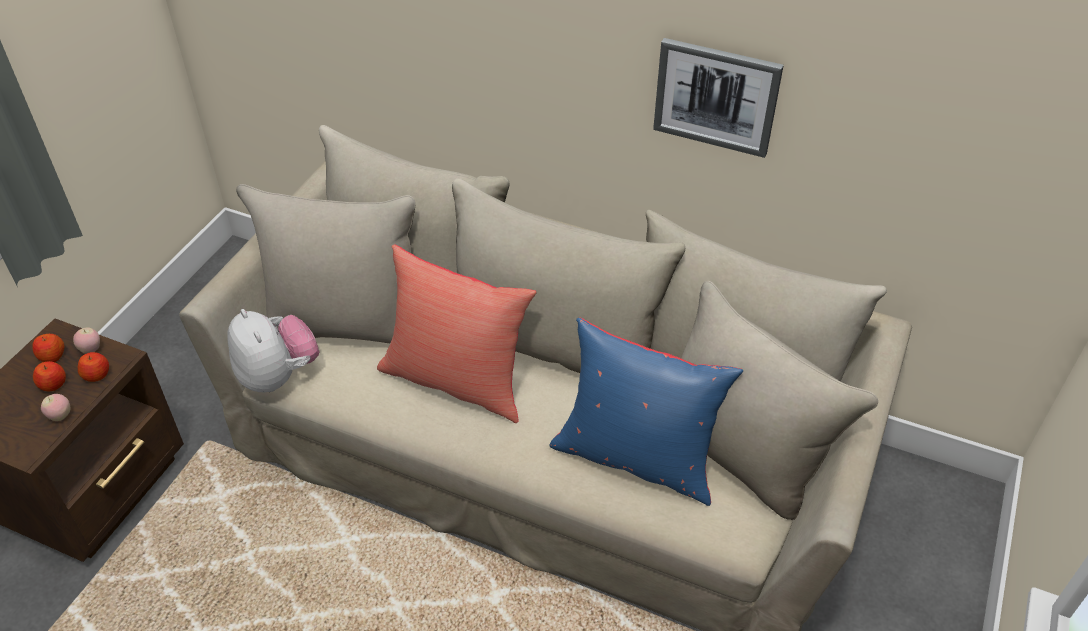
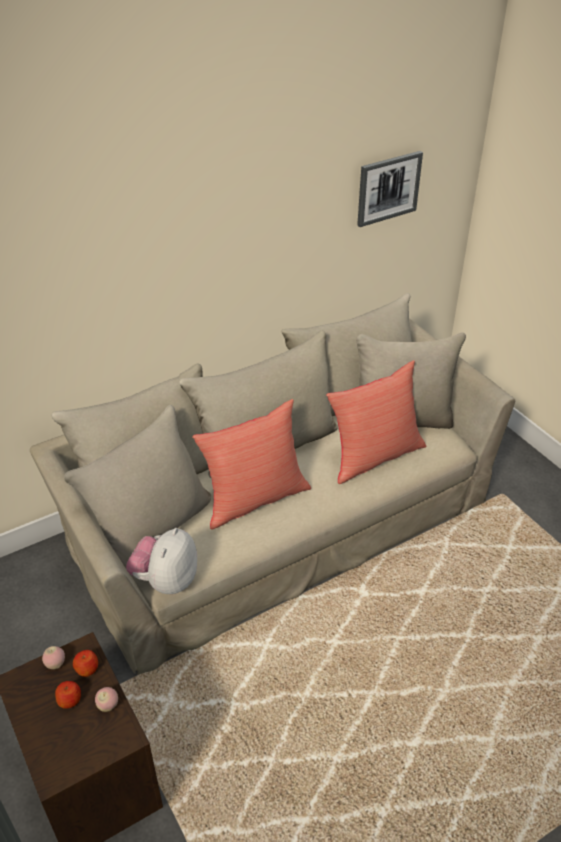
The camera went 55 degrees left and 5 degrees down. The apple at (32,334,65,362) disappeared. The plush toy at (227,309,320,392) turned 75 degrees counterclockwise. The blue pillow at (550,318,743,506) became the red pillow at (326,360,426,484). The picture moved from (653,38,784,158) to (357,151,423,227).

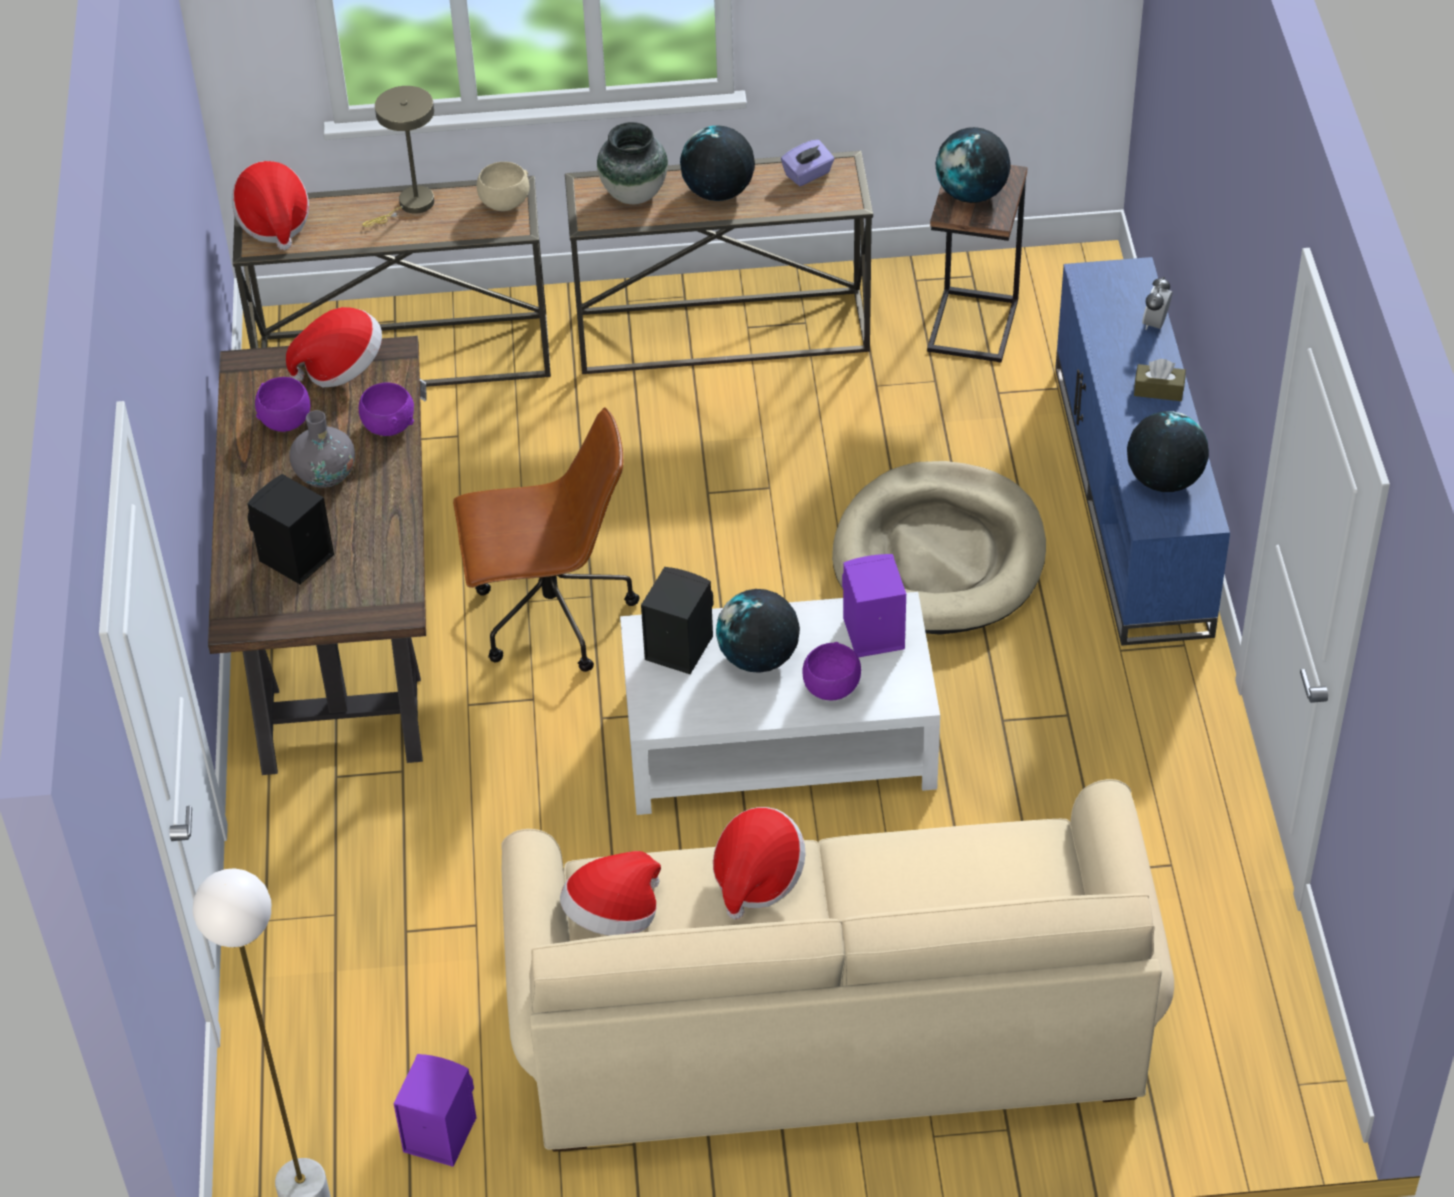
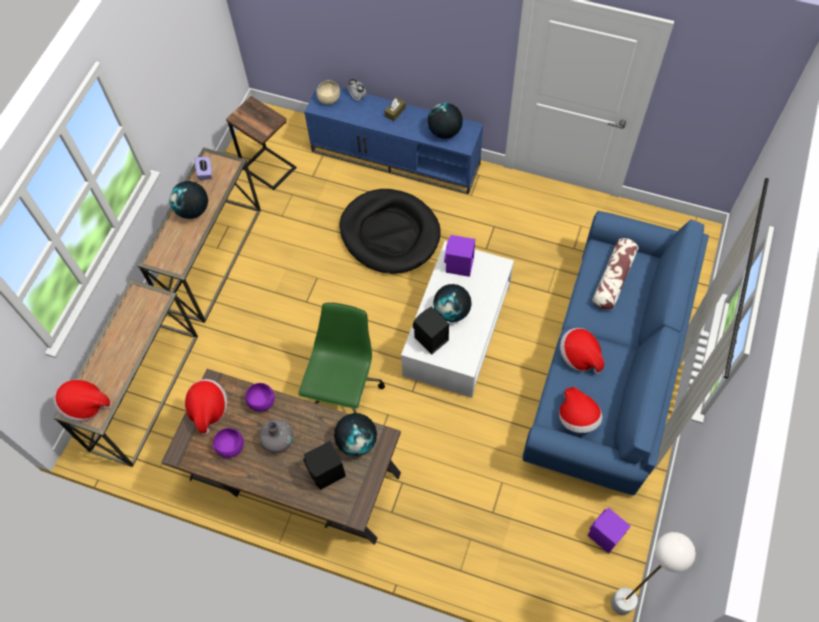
The camera went 65 degrees left and 15 degrees up. The beige table lamp at (362,86,434,227) disappeared. The brown office chair at (453,407,640,672) became the green office chair at (298,302,385,413). The beige bowl moved from (477,162,529,211) to (316,80,340,104). The beige sofa at (501,779,1174,1152) became the blue sofa at (522,211,709,496). The vase at (597,122,668,204) disappeared. The purple bowl at (803,642,861,700) disappeared. The beige dog bed at (832,461,1046,635) became the black dog bed at (339,189,441,274). The globe moved from (935,127,1011,203) to (334,413,377,456). The pillow at (592,238,638,310) appeared.

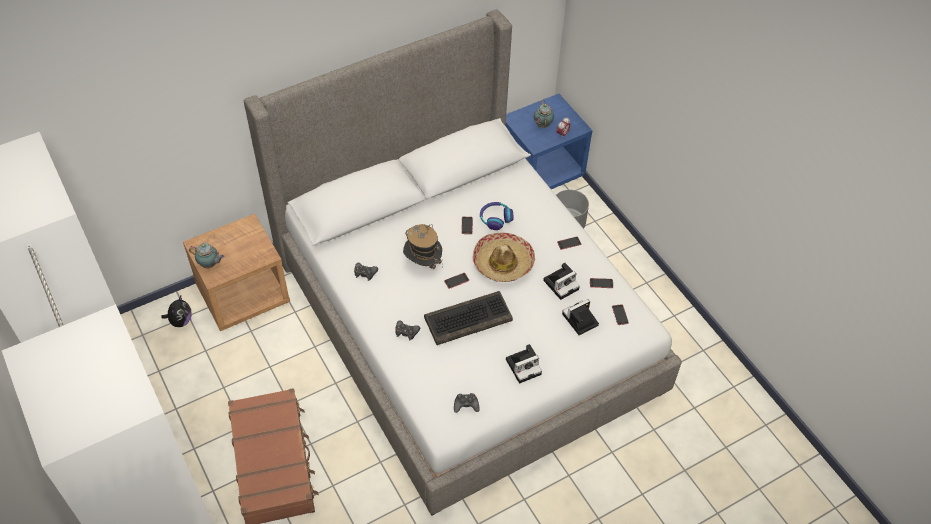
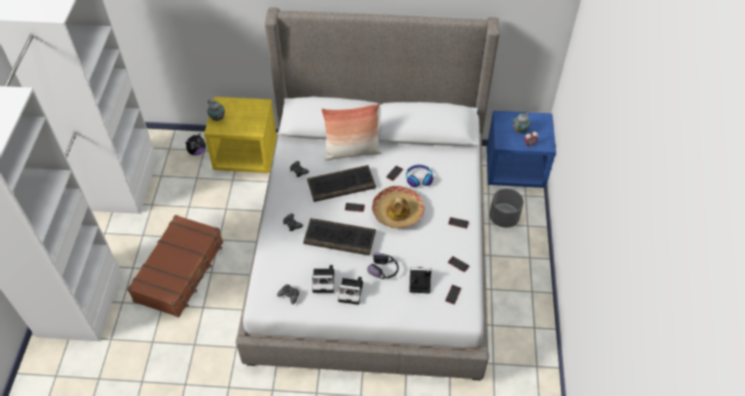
The camera went 35 degrees right and 0 degrees up. The brown nightstand at (183,214,290,331) became the yellow nightstand at (204,97,277,173). The hat at (403,224,442,269) was replaced by the keyboard at (307,165,376,202). The photo camera moved from (543,263,580,300) to (312,265,334,293). The pillow at (321,104,382,161) appeared. The headphones at (367,252,399,279) appeared.

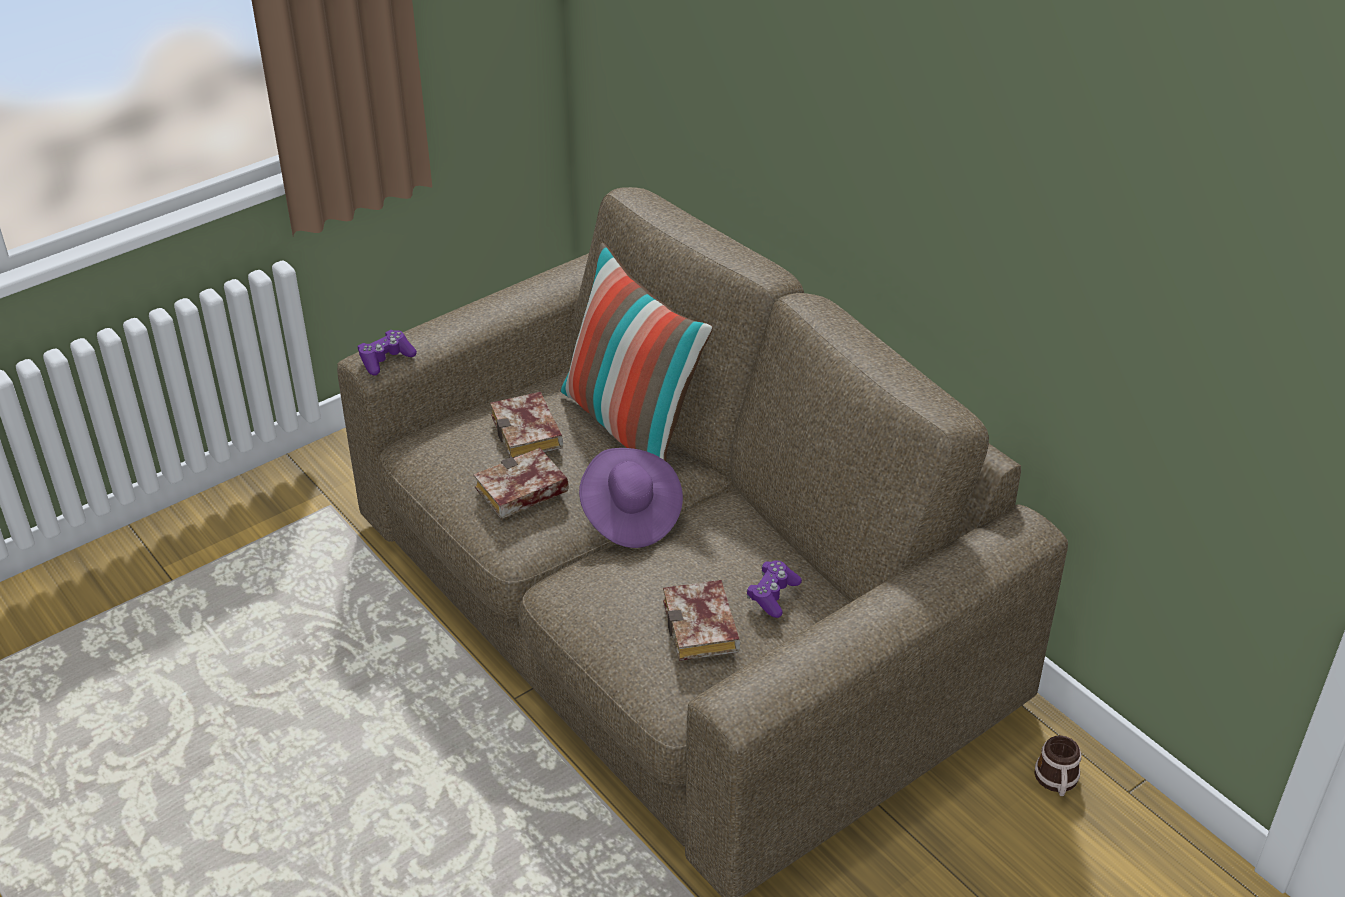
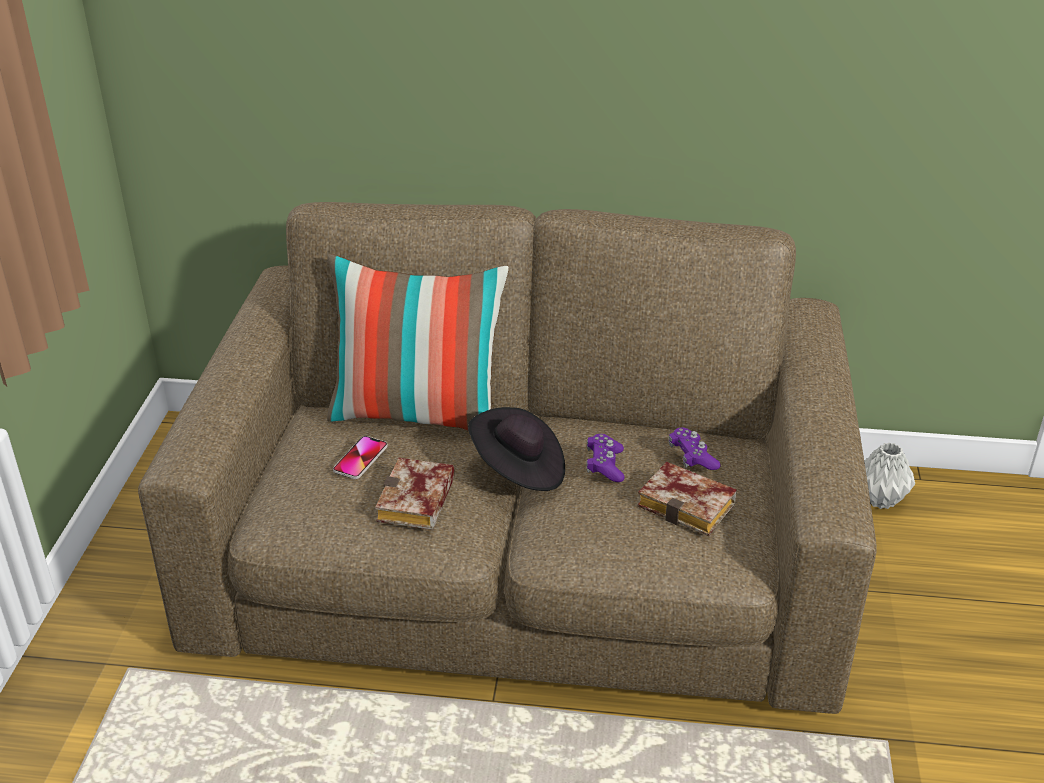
The camera went 45 degrees left and 5 degrees down. The purple game controller moved from (358,330,417,376) to (586,434,625,482). The book at (490,392,563,458) was replaced by the phone at (333,436,388,479). The purple hat at (579,448,683,548) became the black hat at (468,407,565,491). The mug at (1034,736,1081,796) was replaced by the grey vase at (864,442,915,509).

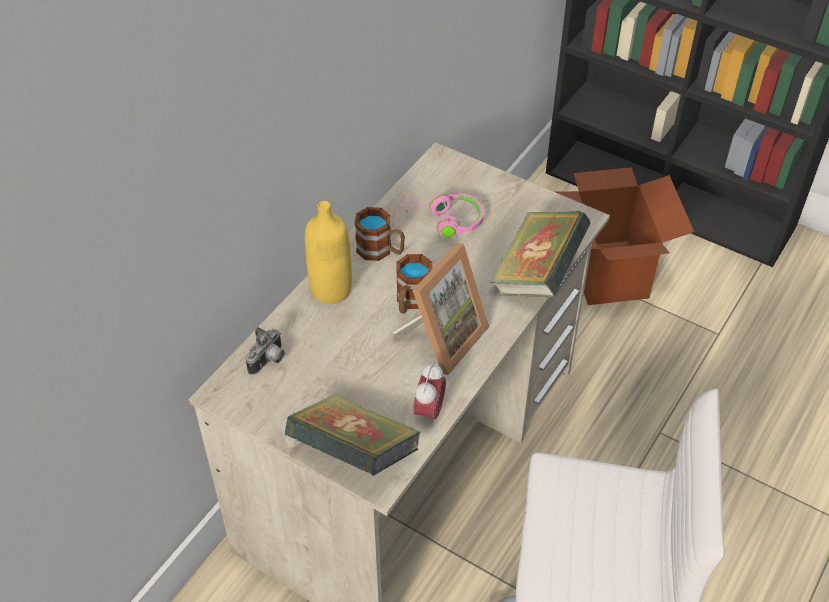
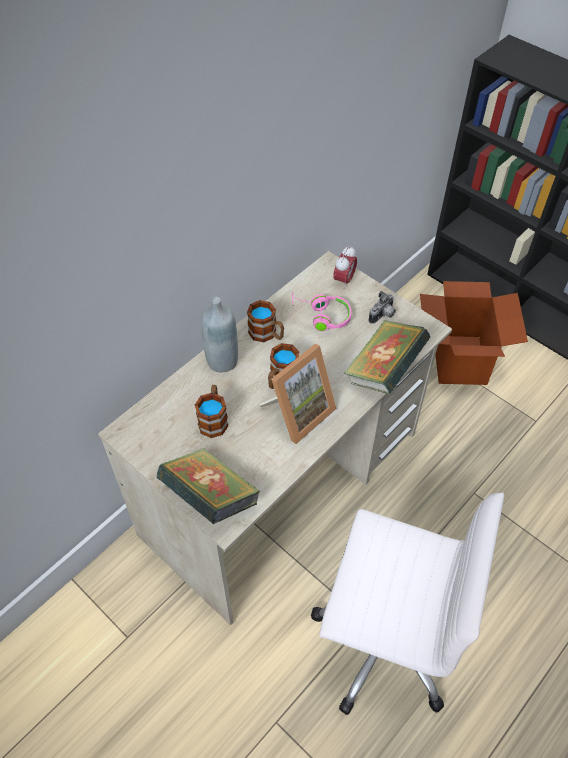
The camera went 10 degrees right and 5 degrees up. The photo camera moved from (245,327,285,375) to (368,291,396,324). The yellow bottle at (305,201,352,304) became the grey bottle at (201,297,238,372). The alarm clock moved from (414,362,446,426) to (333,246,357,289). The mug at (195,385,228,438) appeared.

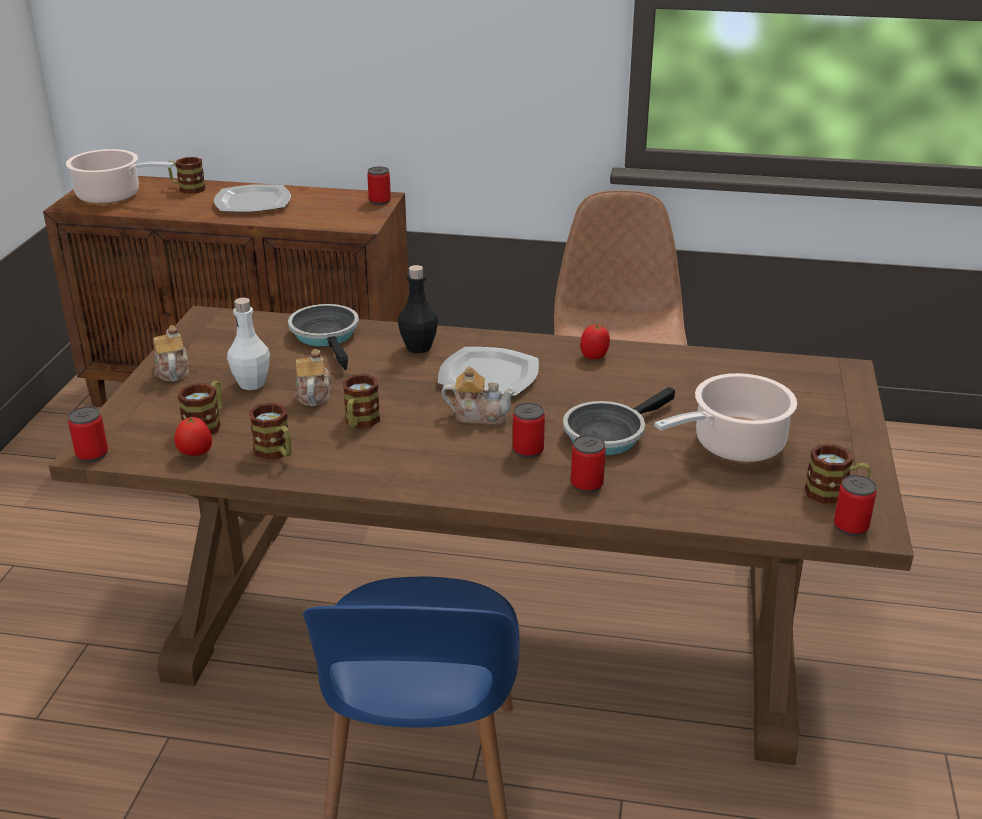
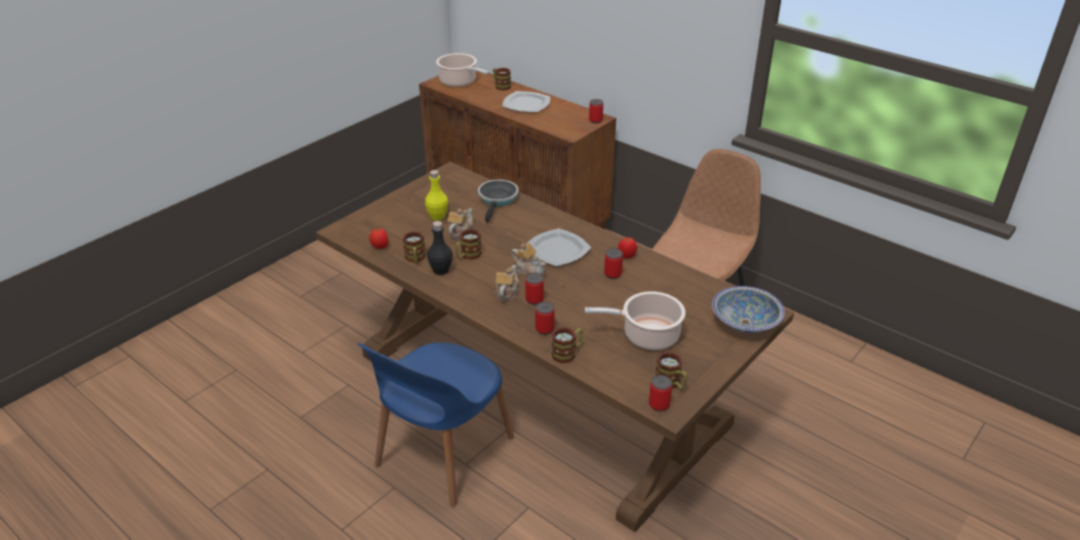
The camera went 30 degrees right and 5 degrees up. The can moved from (68,407,108,462) to (604,248,623,279). The teapot moved from (153,325,189,381) to (495,265,520,302). The mug moved from (177,381,222,435) to (552,327,583,364). The white bottle at (227,298,270,390) became the yellow bottle at (425,170,448,221). The black bottle moved from (398,265,438,353) to (427,221,453,275). The frying pan at (563,387,675,455) disappeared. The bowl at (712,286,785,333) appeared.

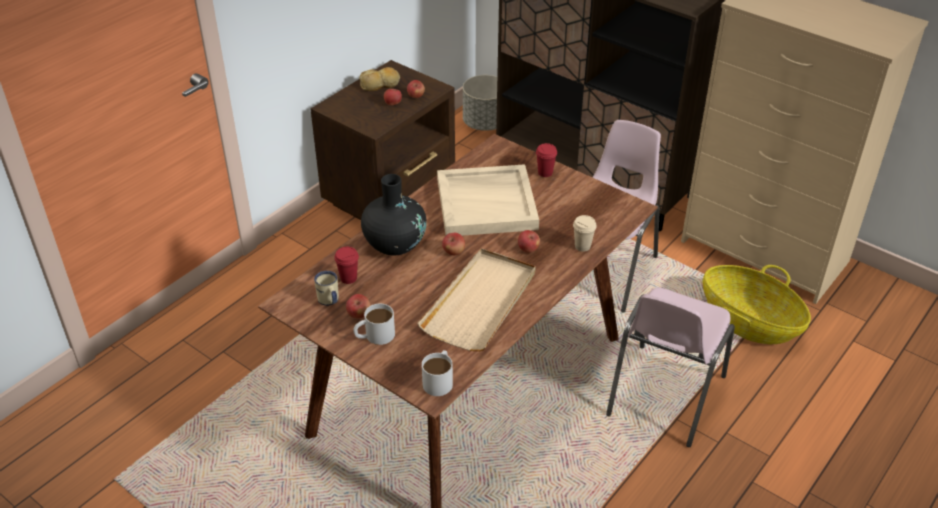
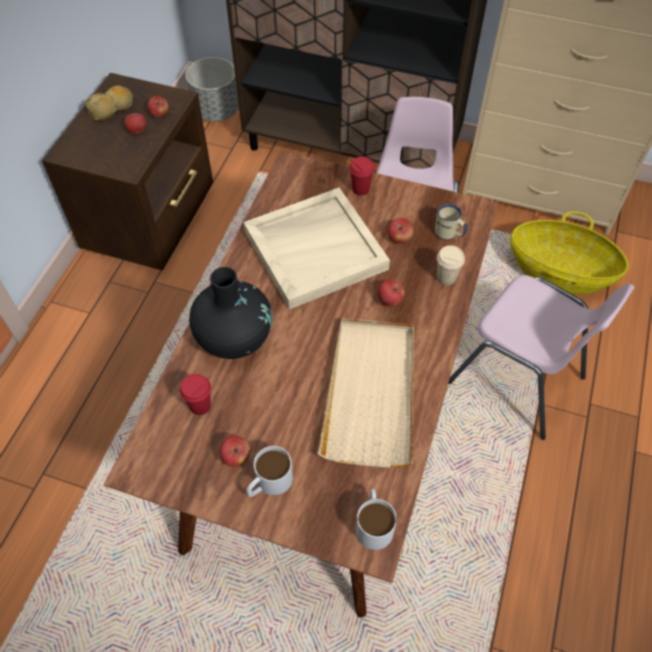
The camera went 20 degrees left and 15 degrees up. The beige mug moved from (314,271,339,306) to (435,203,468,240). The apple moved from (442,233,465,255) to (388,218,413,244). The pink chair at (606,287,735,447) turned 60 degrees counterclockwise.

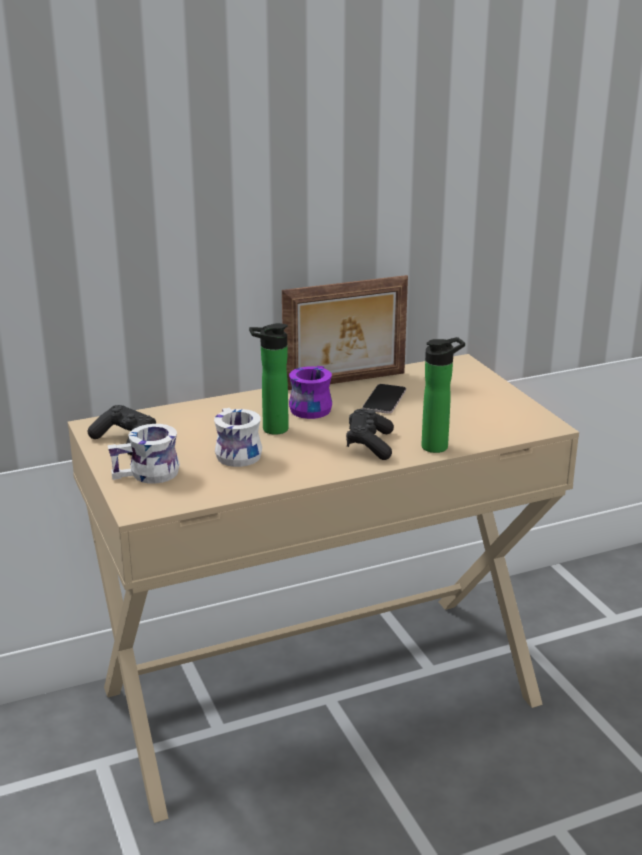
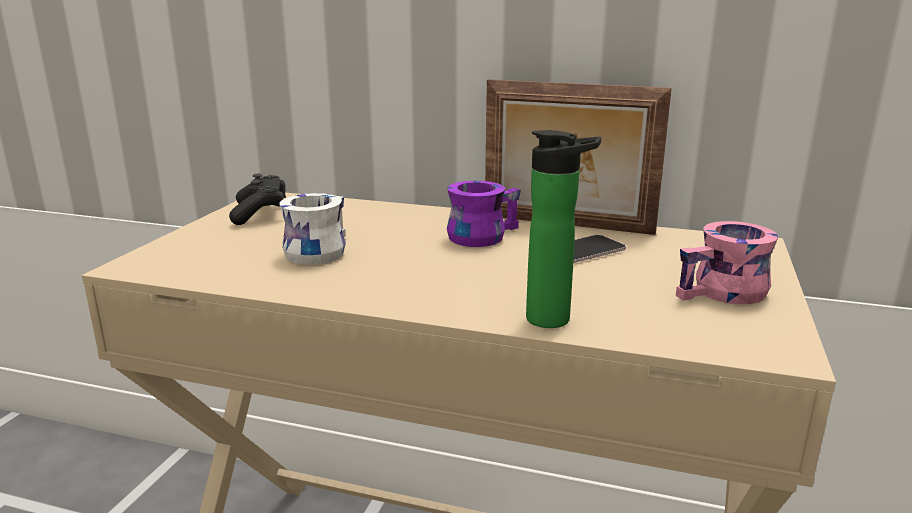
The camera went 40 degrees right and 5 degrees down. The white mug at (108,424,180,484) disappeared. The bottle at (249,323,289,435) disappeared. The black game controller at (346,408,394,460) disappeared. The pink mug at (676,221,778,304) appeared.

